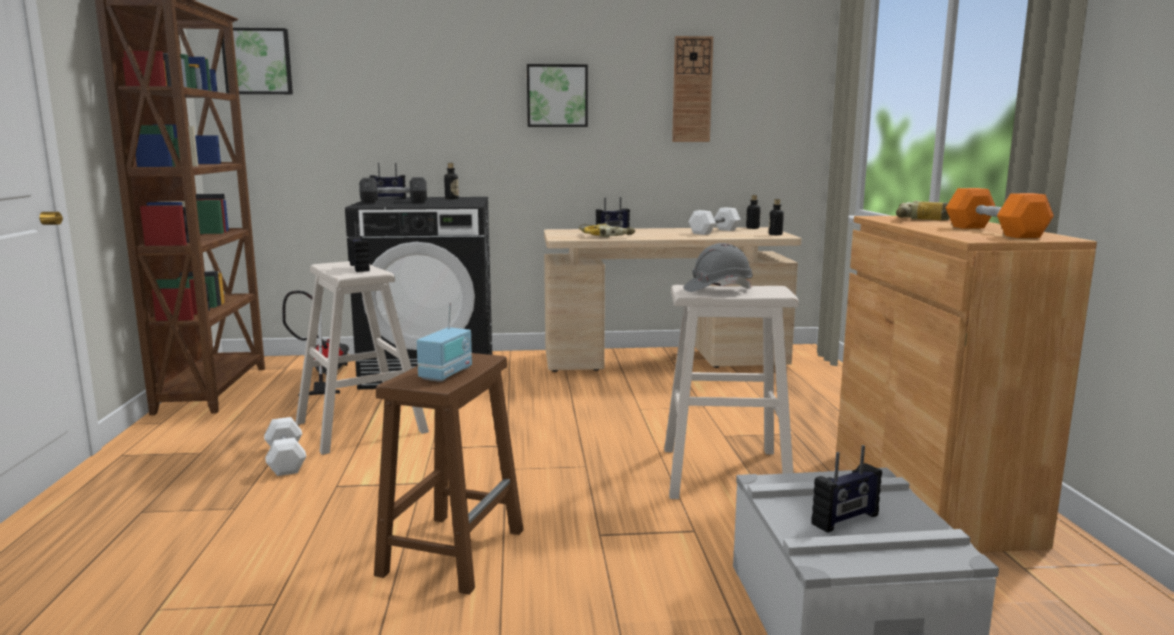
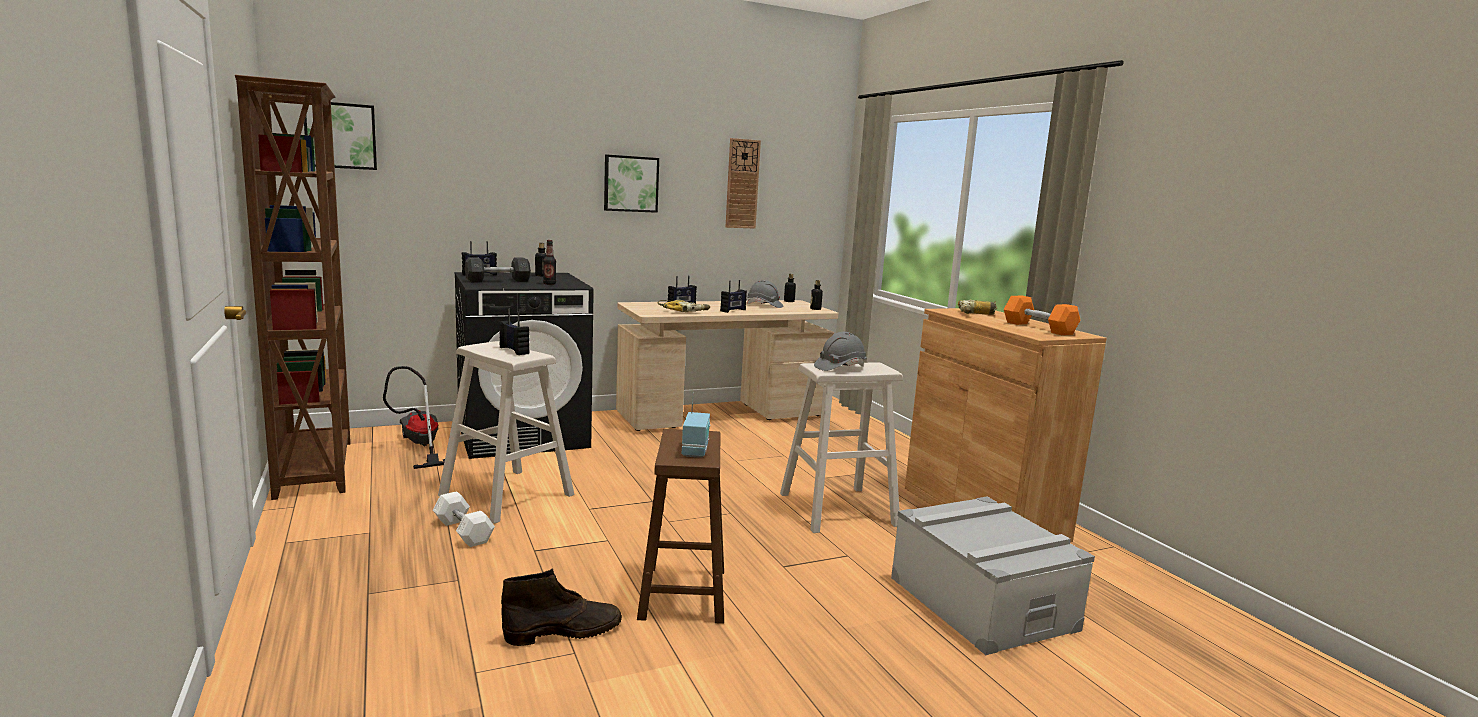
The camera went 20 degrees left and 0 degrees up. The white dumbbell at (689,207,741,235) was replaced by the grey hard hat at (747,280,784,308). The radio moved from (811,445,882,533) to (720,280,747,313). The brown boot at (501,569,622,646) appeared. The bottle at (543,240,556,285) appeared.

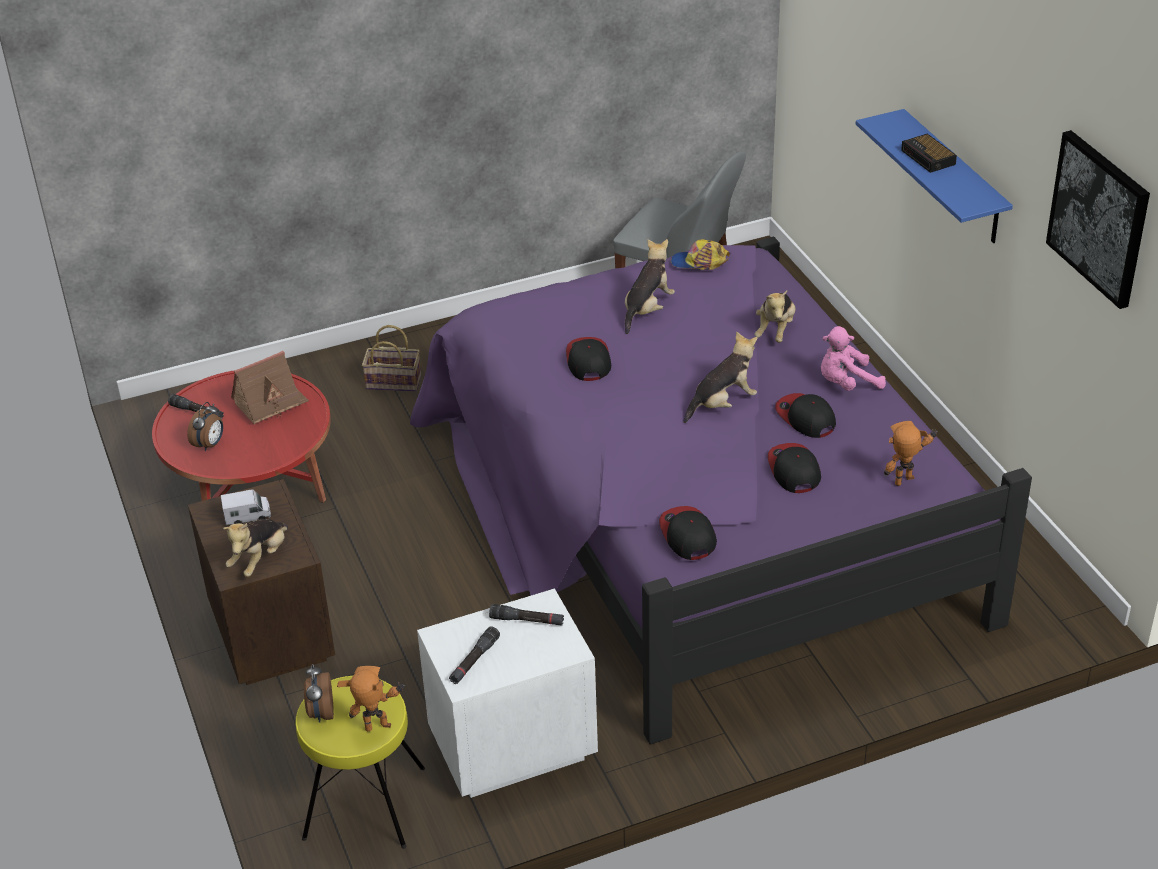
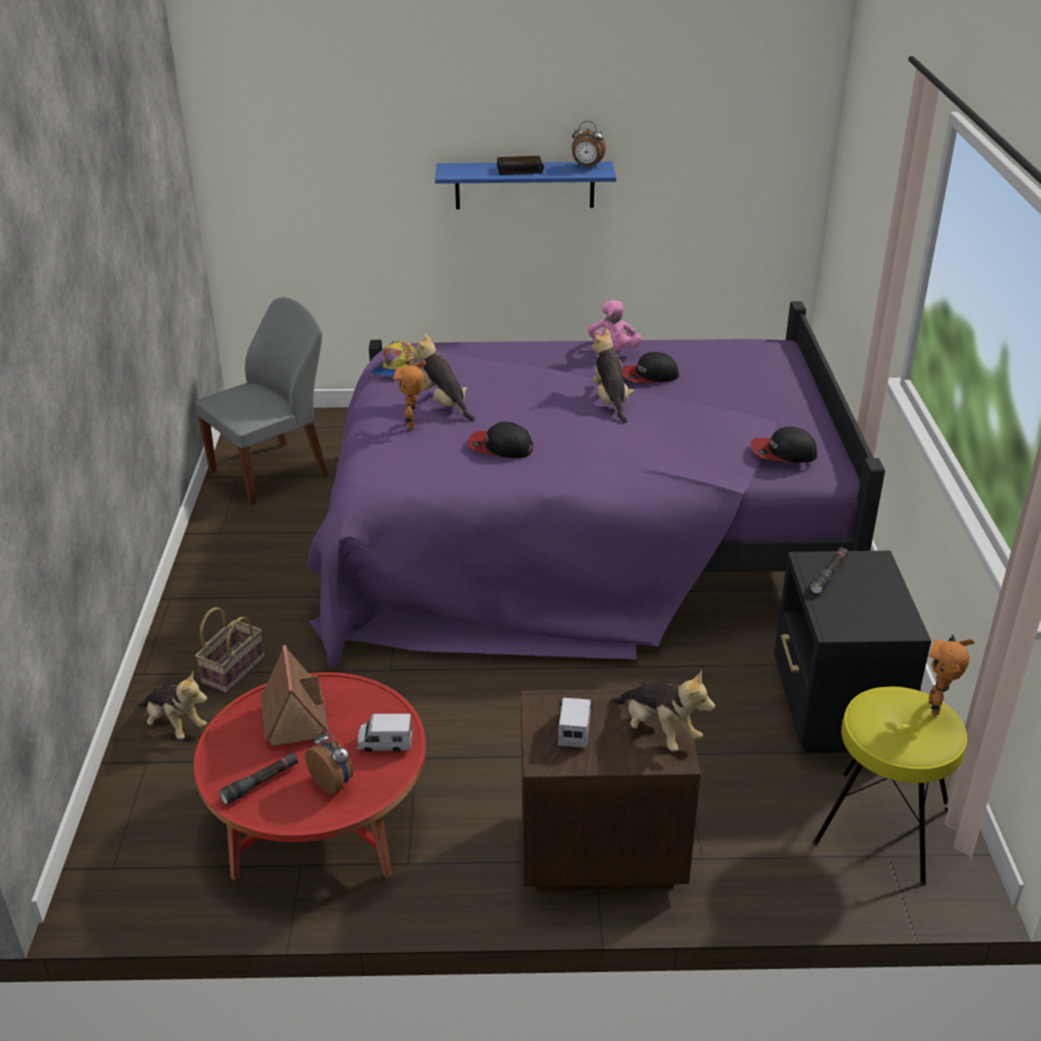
The camera went 70 degrees left and 5 degrees down. The alarm clock moved from (304,664,334,723) to (572,121,606,168). The white nightstand at (417,589,598,798) became the black nightstand at (774,551,931,752). The black flashlight at (449,626,500,684) disappeared. The plush toy moved from (755,290,795,343) to (137,671,207,740). The cap at (768,443,821,493) disappeared. The toy robot moved from (884,421,938,486) to (393,361,426,430). The picture at (1046,130,1150,309) disappeared. The toy truck at (357,714,412,752) appeared.

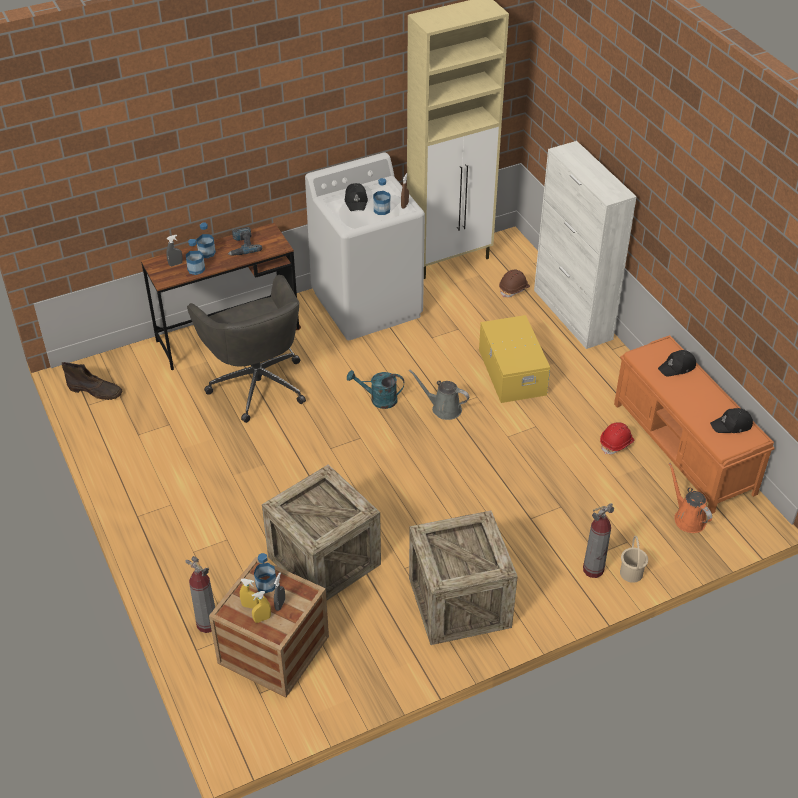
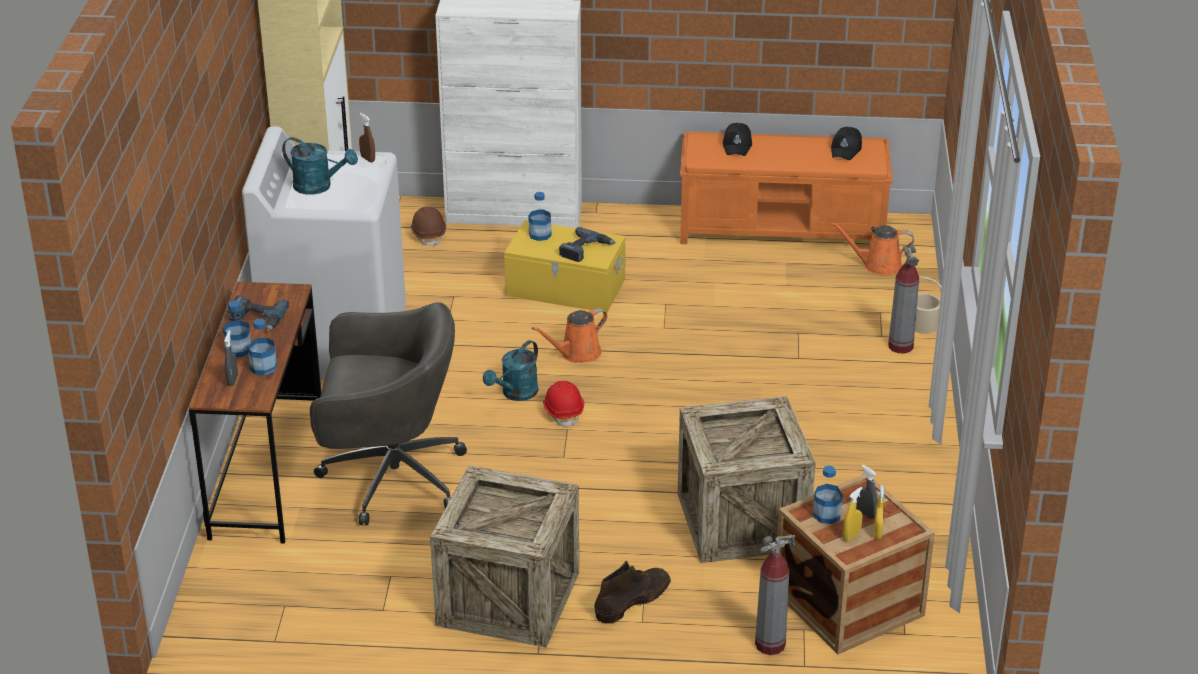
The camera went 60 degrees left and 10 degrees down. The brown boot moved from (62,362,122,400) to (594,561,671,624). The black cap at (345,183,368,211) was replaced by the turquoise watering can at (282,137,358,195). The bottle moved from (373,178,391,215) to (528,192,552,241). The grey watering can at (409,370,469,420) became the orange watering can at (532,308,607,363). The crate moved from (409,511,518,645) to (430,466,579,648). The red hard hat moved from (600,422,634,454) to (543,381,584,428). The power drill at (559,227,615,262) appeared.

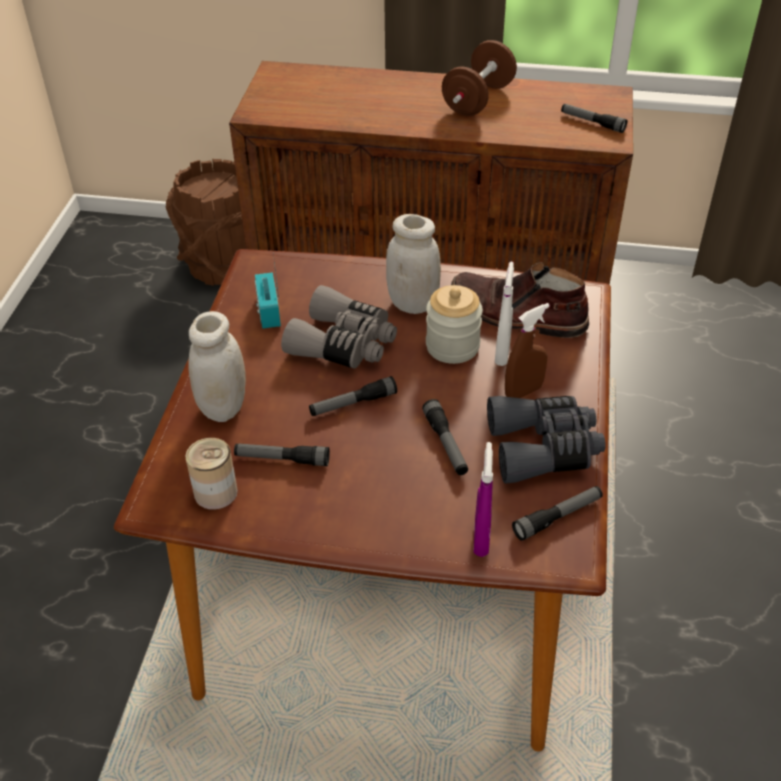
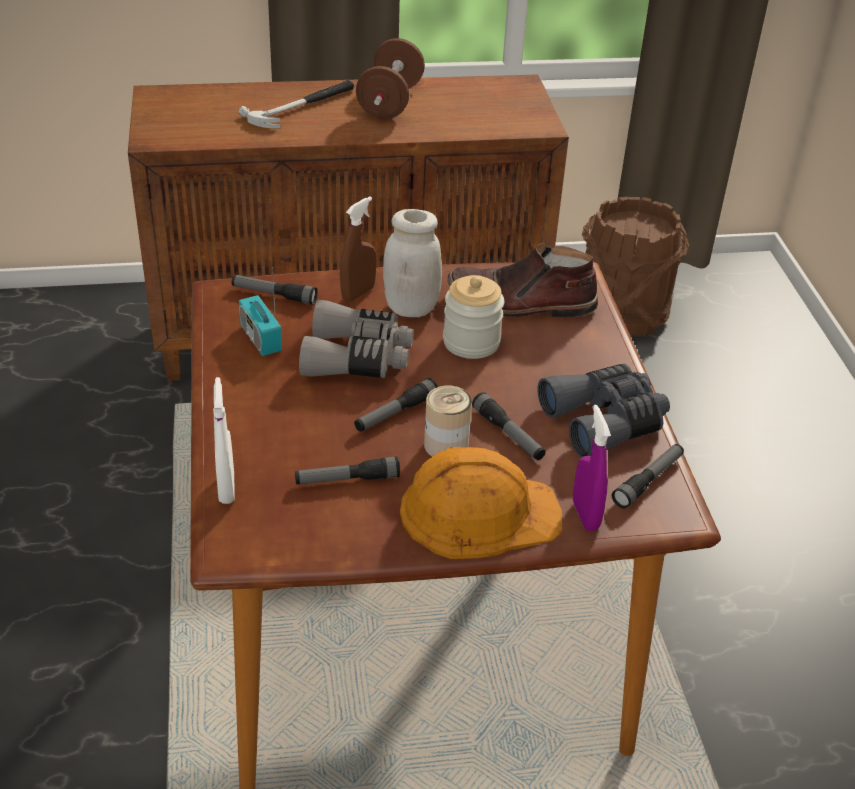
The camera went 20 degrees left and 5 degrees down. The brown bucket moved from (166,159,246,286) to (582,197,690,338). The can moved from (185,438,238,510) to (424,386,472,456). The white jar at (188,311,246,422) disappeared. The white spray bottle moved from (495,262,514,366) to (213,377,235,504). The brown spray bottle moved from (505,303,550,398) to (340,196,376,301). The flashlight moved from (561,104,627,133) to (232,275,318,305). The hammer at (239,80,354,128) appeared. The orange hard hat at (400,447,562,559) appeared.

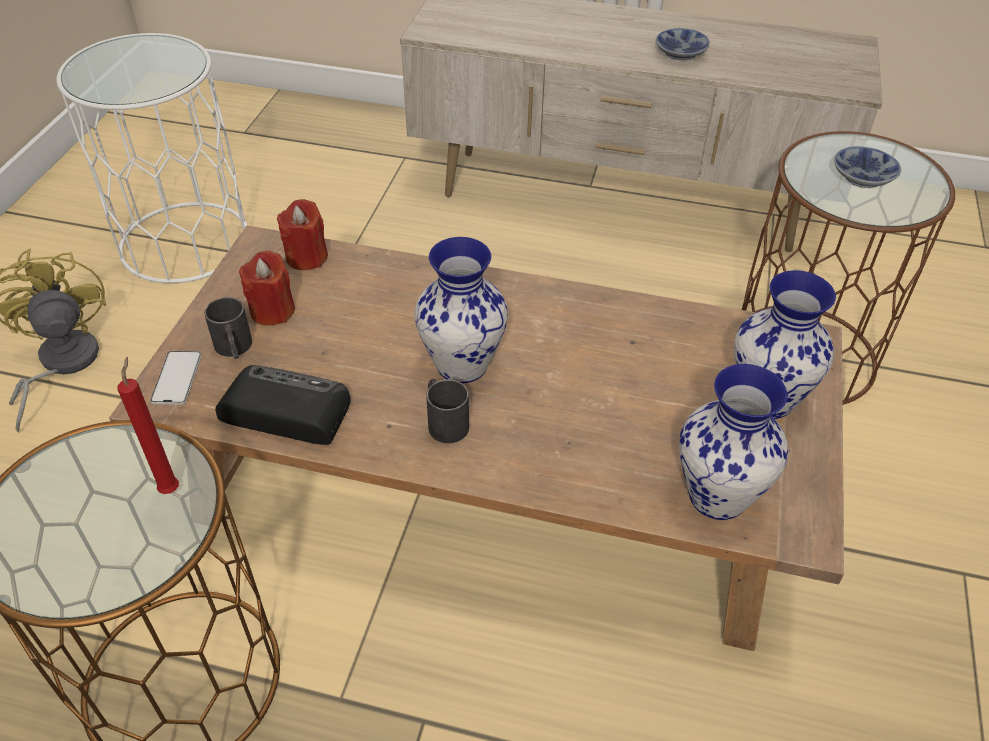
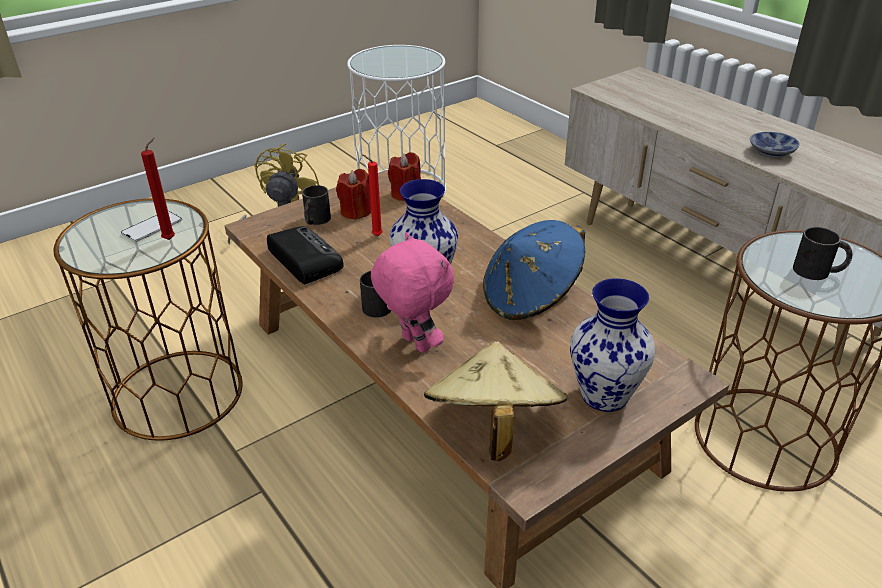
The camera went 40 degrees right and 10 degrees down. The phone moved from (150,351,202,405) to (121,211,182,242). The vase at (679,364,788,520) was replaced by the beige hat at (424,341,568,461). The bowl at (834,146,901,188) was replaced by the black mug at (793,227,852,280). The red candle at (362,154,383,236) appeared. The pink plush toy at (371,232,454,353) appeared. The blue hat at (483,220,585,320) appeared.

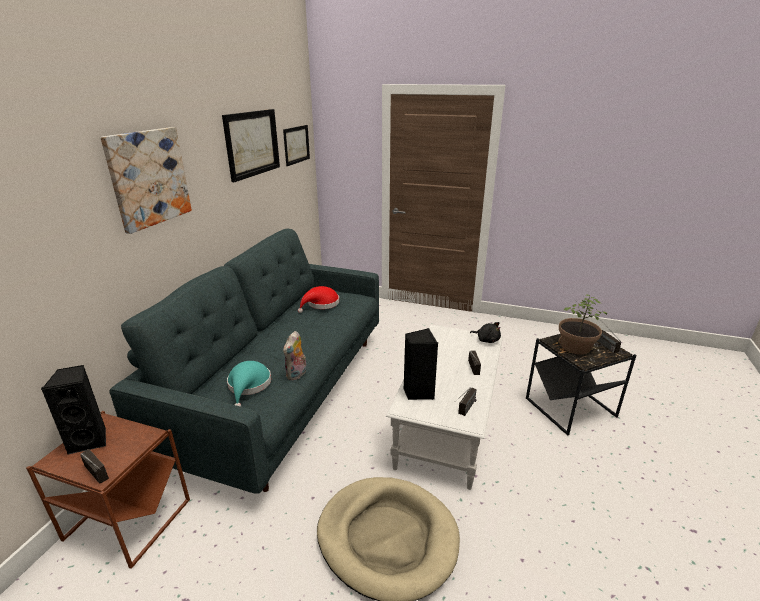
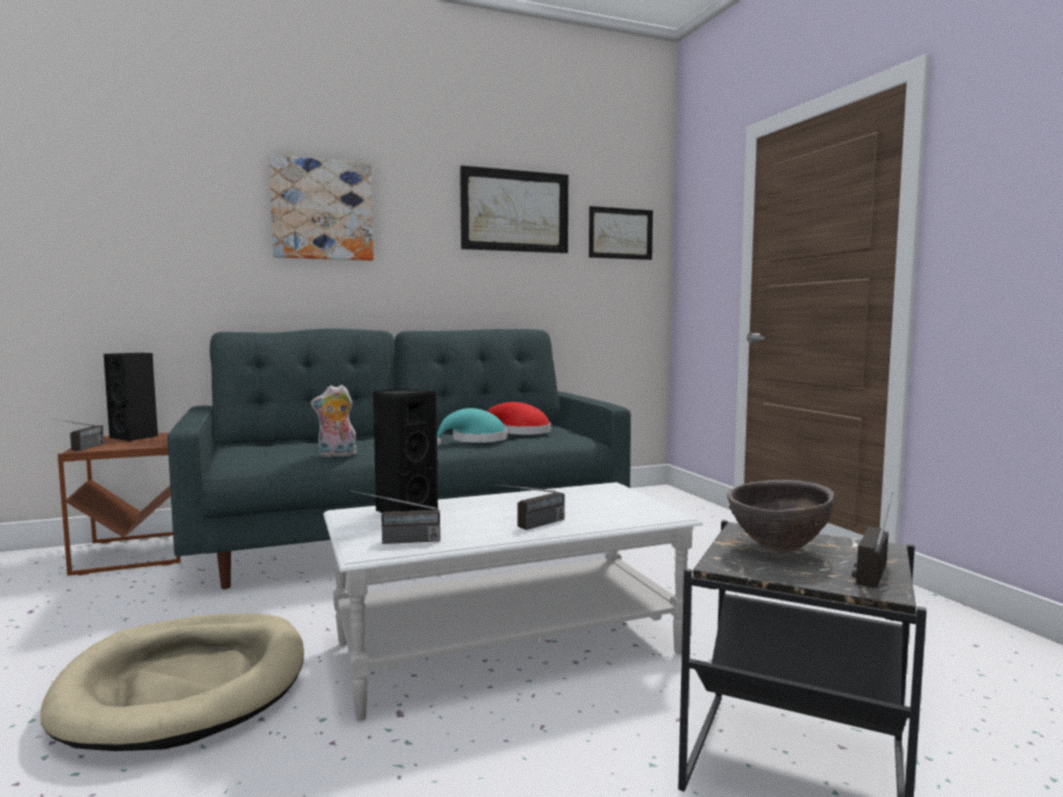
The camera went 50 degrees right and 20 degrees down. The turquoise hat moved from (227,361,271,407) to (437,408,507,446). The black plush toy at (470,322,501,343) disappeared. The potted plant at (558,294,607,355) was replaced by the brown bowl at (727,480,835,552).

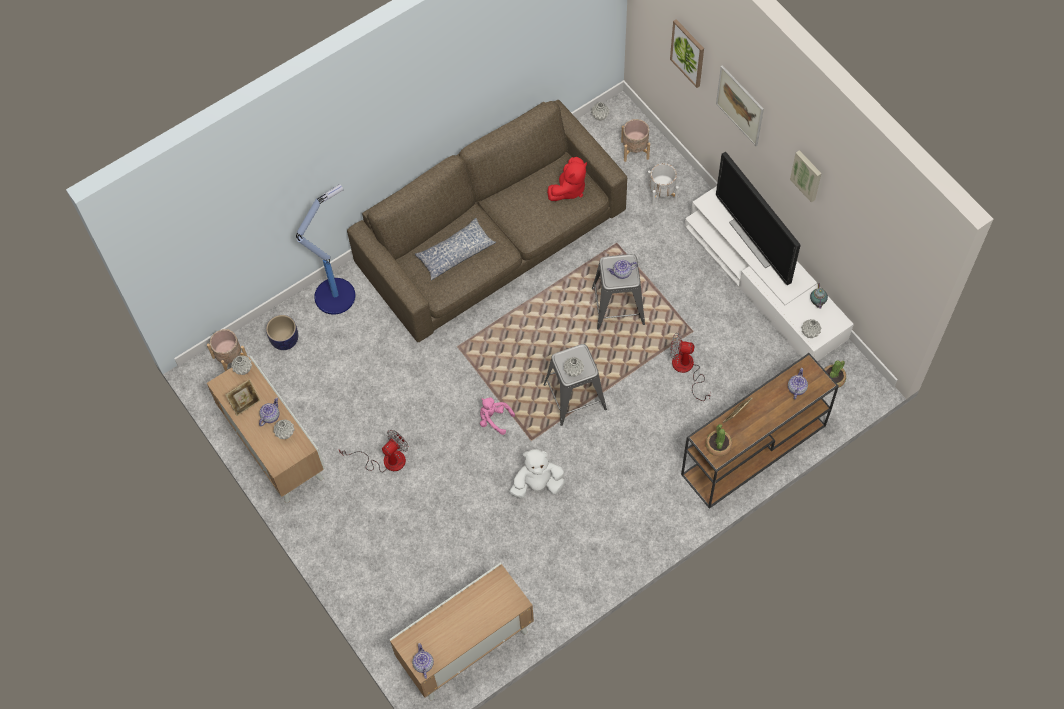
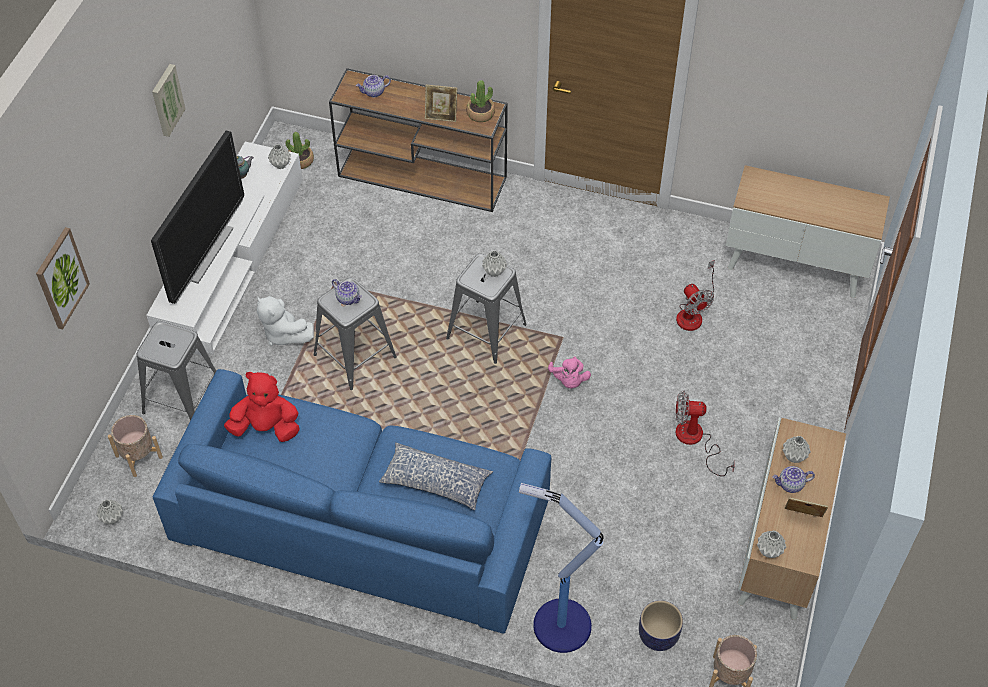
The camera went 130 degrees left and 10 degrees down. The brown sofa at (347,100,627,342) became the blue sofa at (152,369,551,633). The teapot at (412,643,434,679) disappeared. The white plush toy moved from (509,449,565,498) to (257,296,314,346). The white planter at (647,163,679,207) was replaced by the grey stool at (136,321,216,421). The fan moved from (670,333,711,401) to (676,260,715,331). The picture at (716,65,764,146) disappeared.

